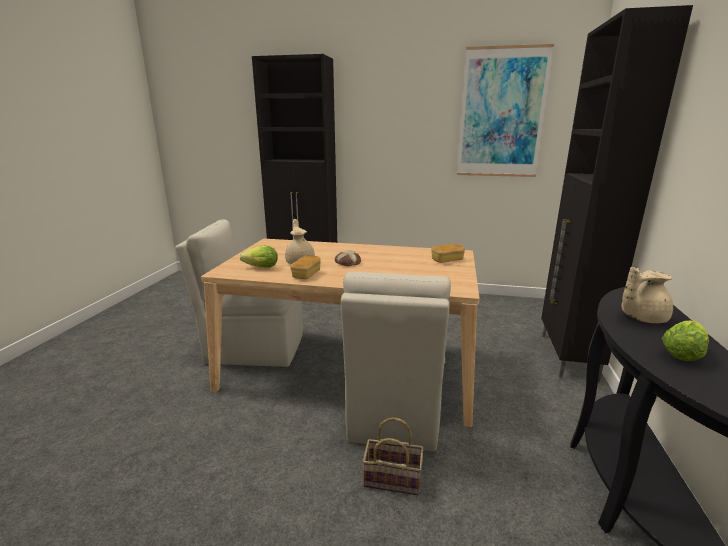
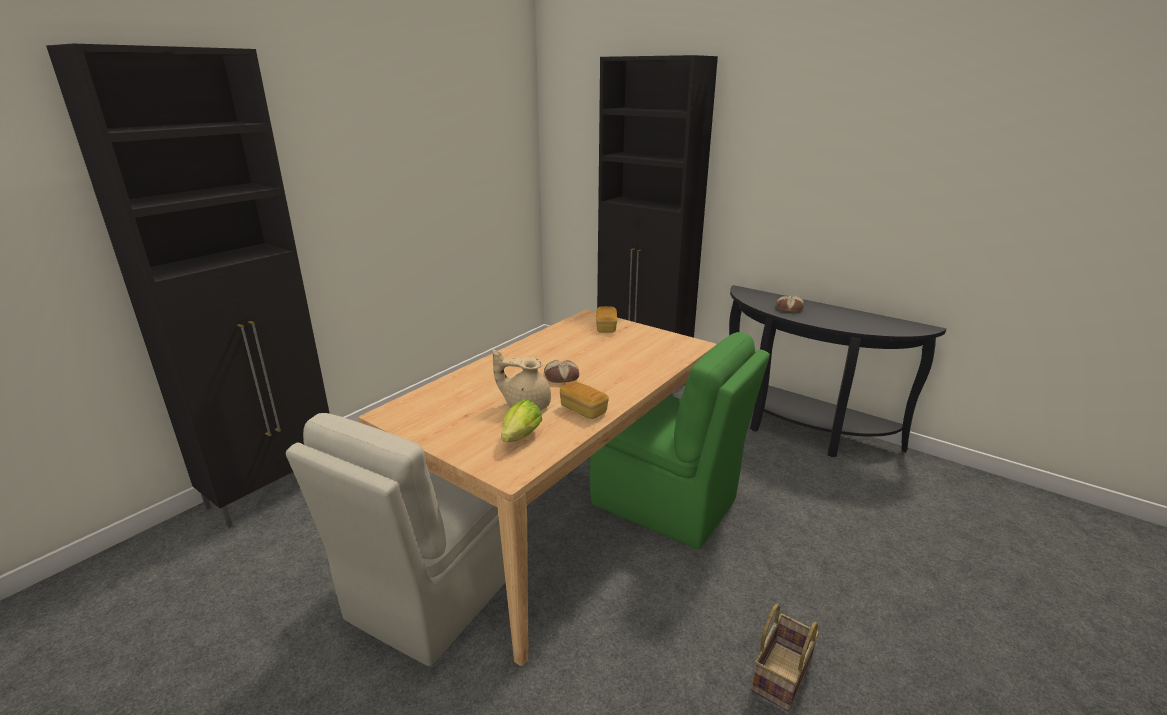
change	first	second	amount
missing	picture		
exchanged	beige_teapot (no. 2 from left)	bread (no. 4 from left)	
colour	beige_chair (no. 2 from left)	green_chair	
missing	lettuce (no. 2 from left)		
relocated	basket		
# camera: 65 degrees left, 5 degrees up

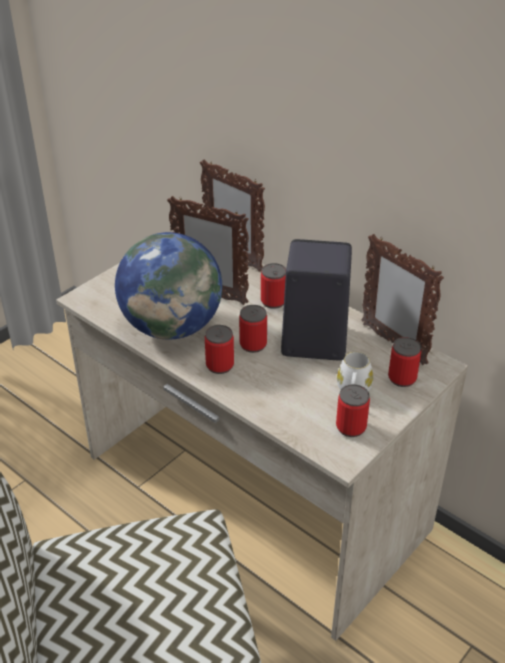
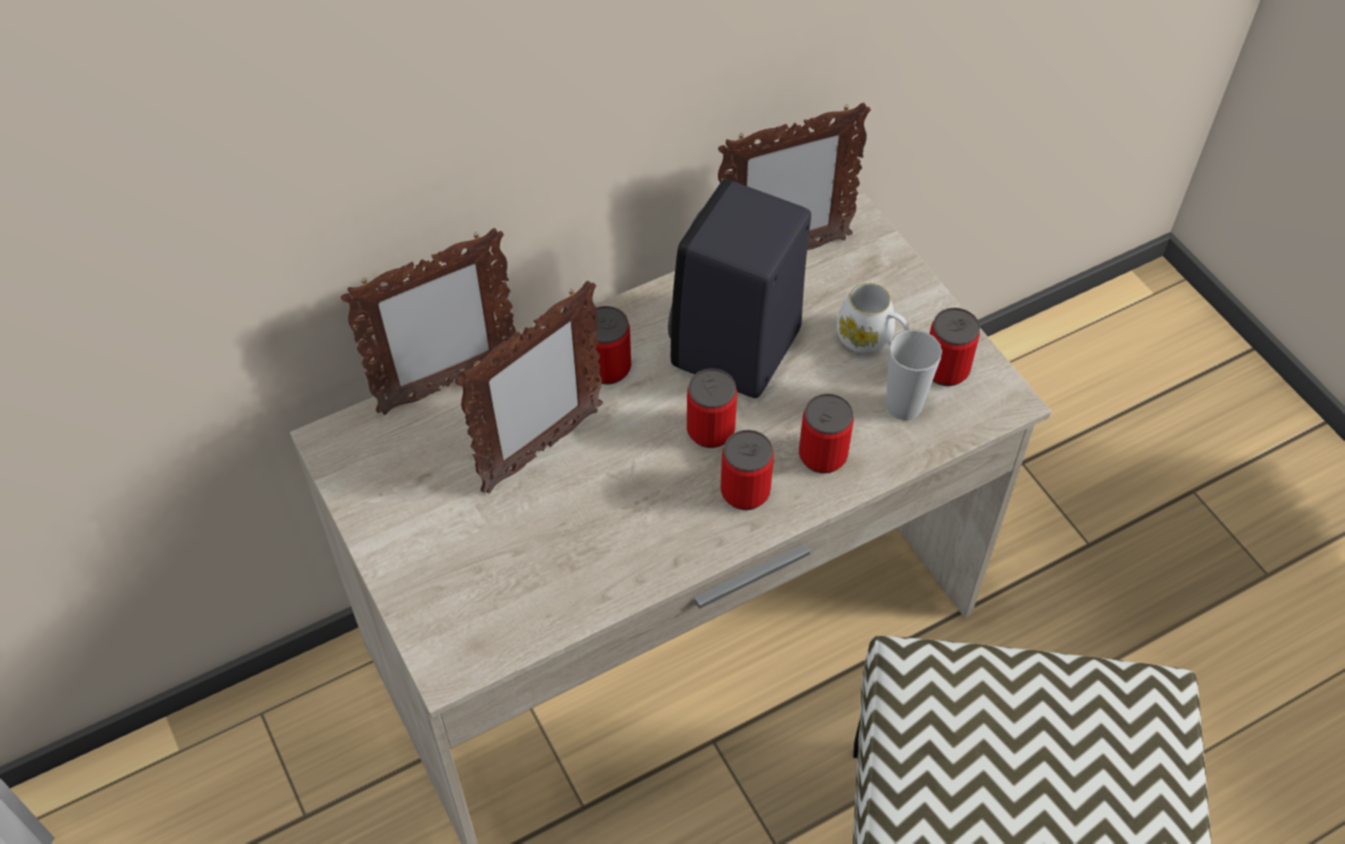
change	first	second	amount
missing	globe		
relocated	can (no. 5 from left in the first image)	can (no. 4 from left)	
appeared		cup	
# camera: 70 degrees left, 15 degrees up

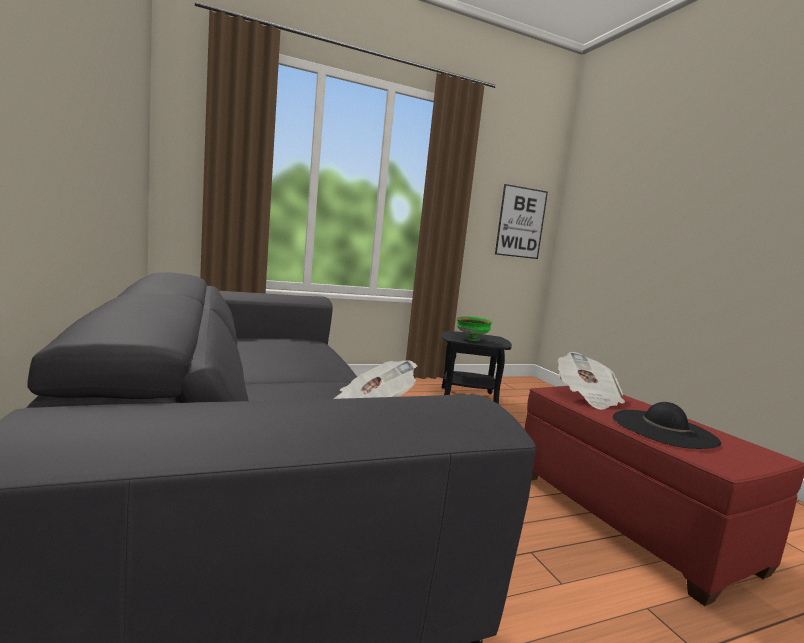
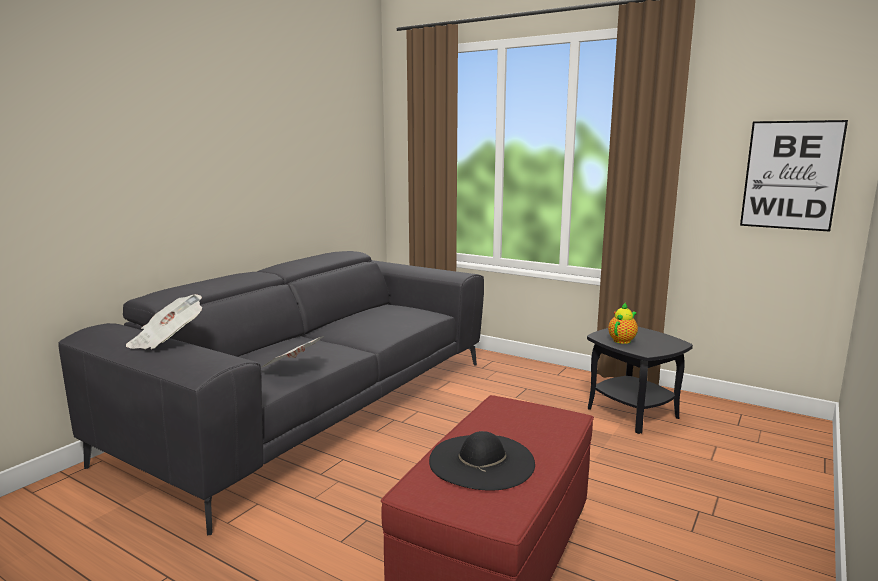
change	first	second	amount
exchanged	green_bowl	teapot	
relocated	newspaper (no. 2 from left in the first image)	newspaper (no. 1 from left)	
# camera: 55 degrees right, 5 degrees up

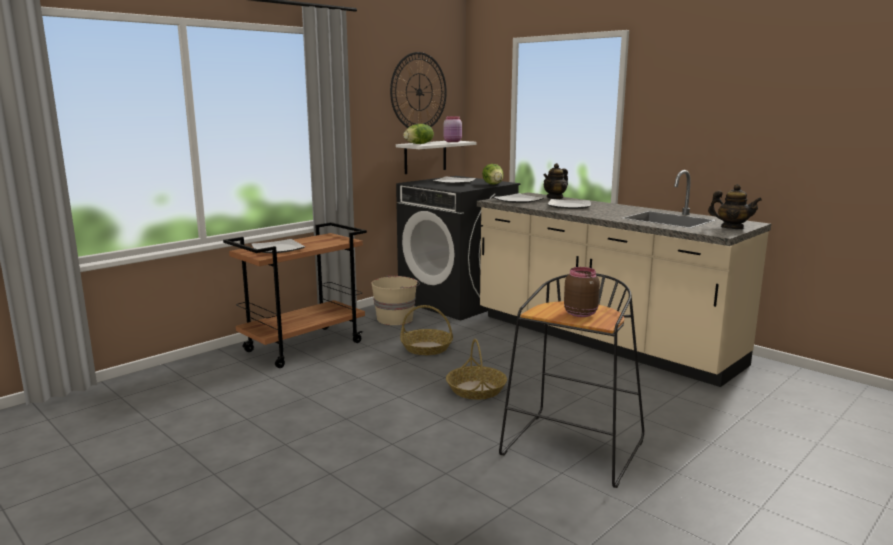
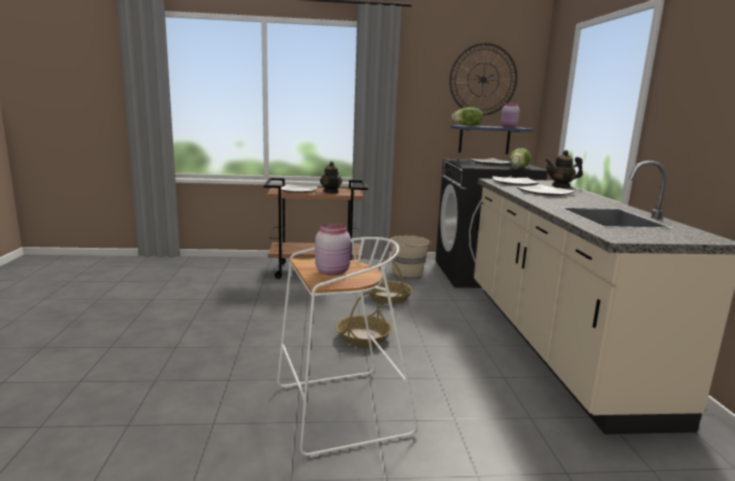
change	first	second	amount
colour	white_shelf	blue_shelf	
relocated	teapot (no. 2 from left in the first image)	teapot (no. 1 from left)	
colour	brown_jar	pink_jar (no. 1 from left)	
colour	black_stool	white_stool	
# camera: 40 degrees right, 0 degrees up

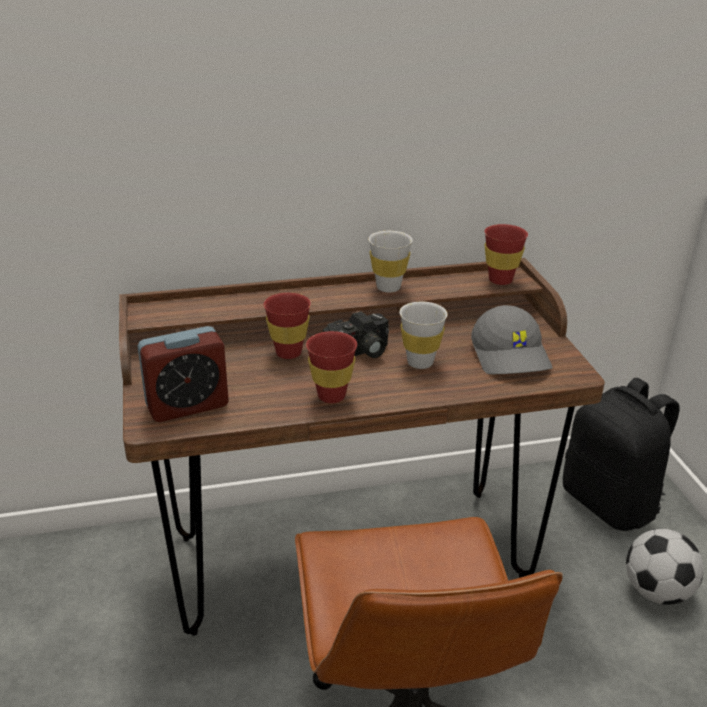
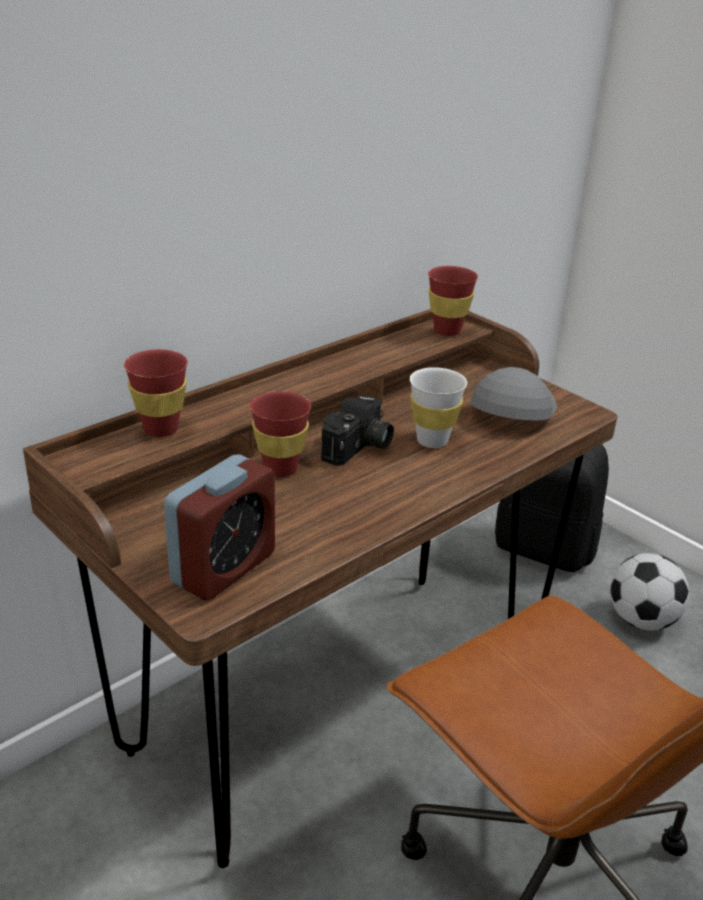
change	first	second	amount
missing	white_cup (no. 1 from left)		
spun	grey_cap		120 degrees counterclockwise
relocated	red_cup (no. 2 from left in the first image)	red_cup (no. 1 from left)	
# camera: 30 degrees left, 0 degrees up

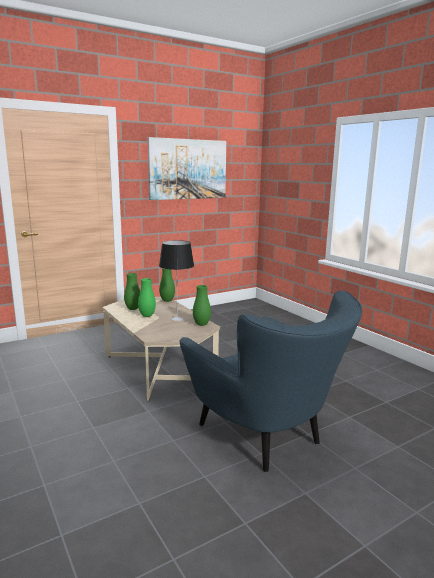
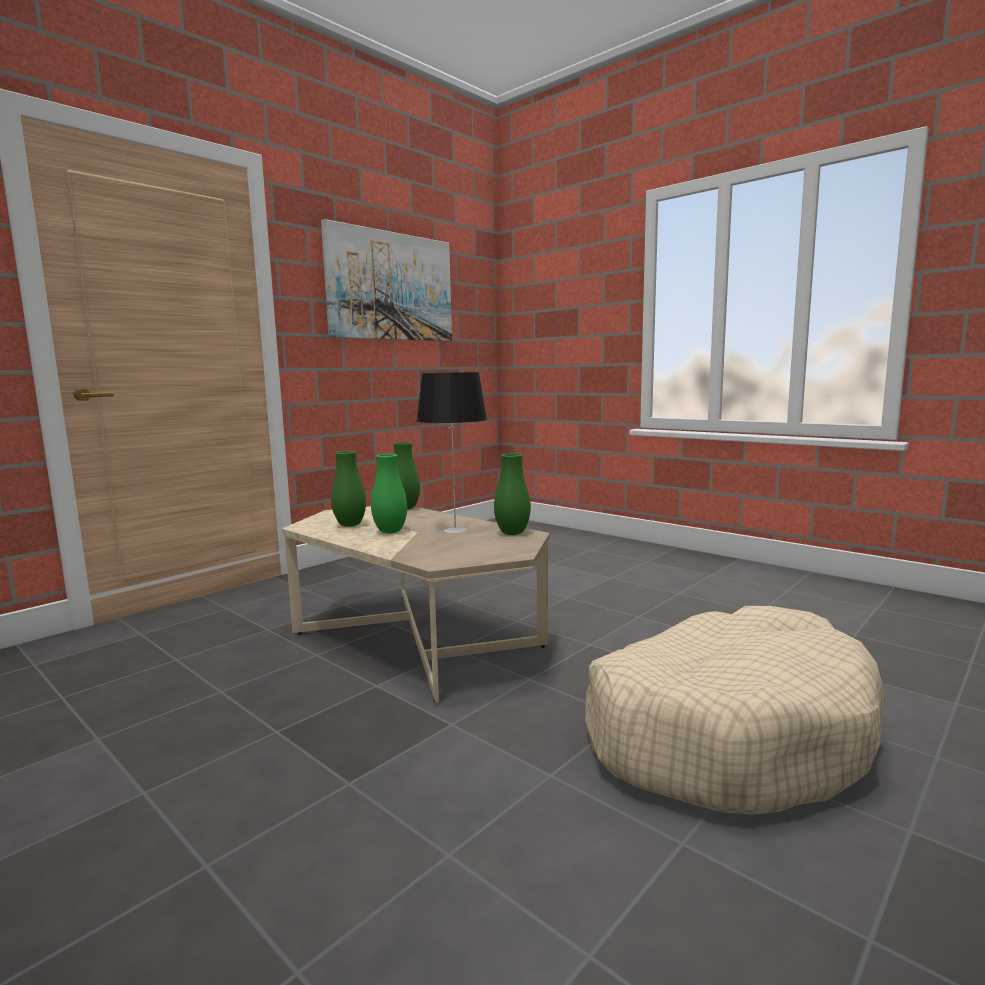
change	first	second	amount
exchanged	blue_armchair	beige_dog_bed	
# camera: 15 degrees left, 5 degrees down

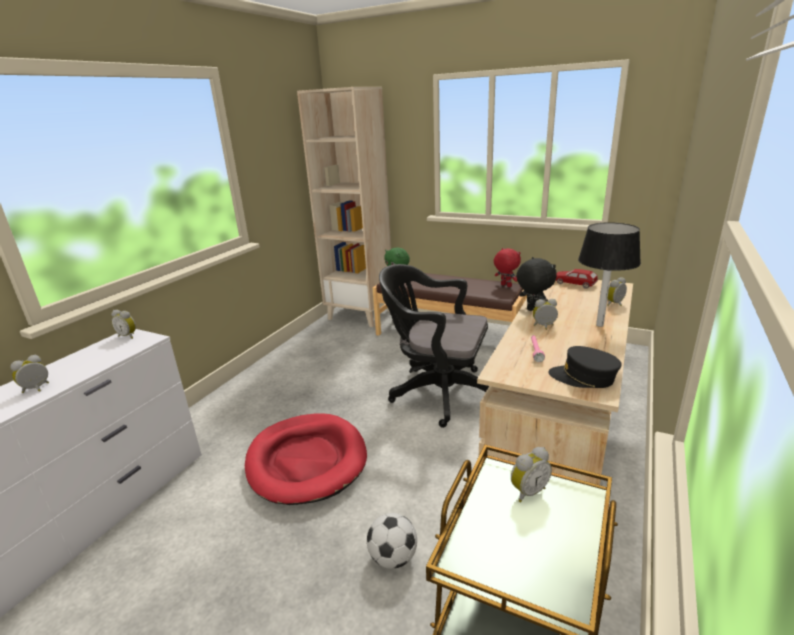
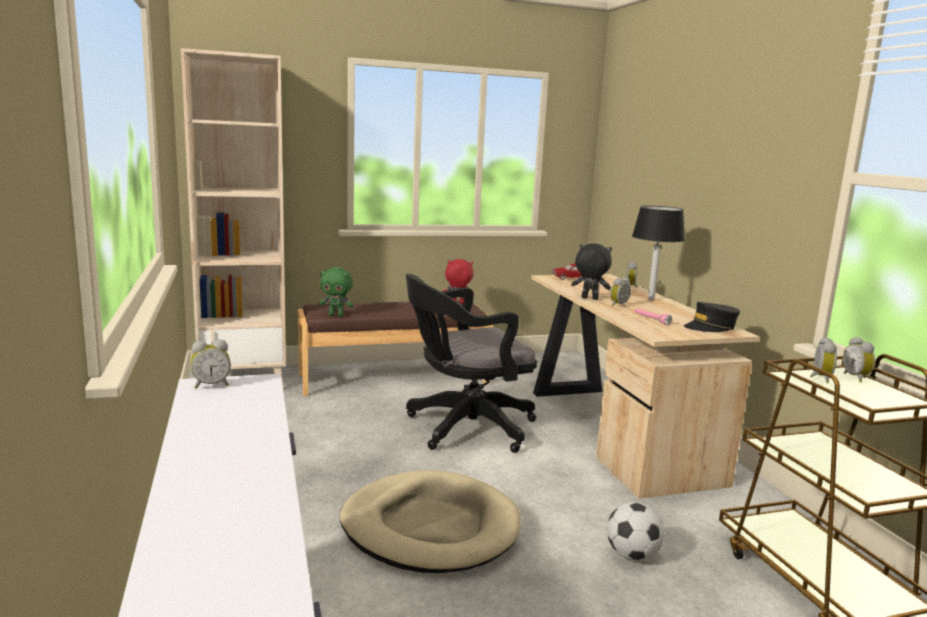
change	first	second	amount
relocated	alarm_clock (no. 1 from left in the first image)	alarm_clock (no. 5 from left)	
colour	red_dog_bed	beige_dog_bed	
# camera: 45 degrees left, 10 degrees down

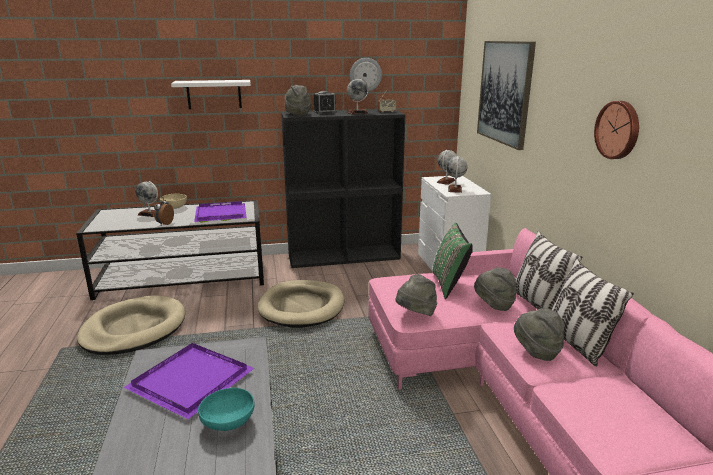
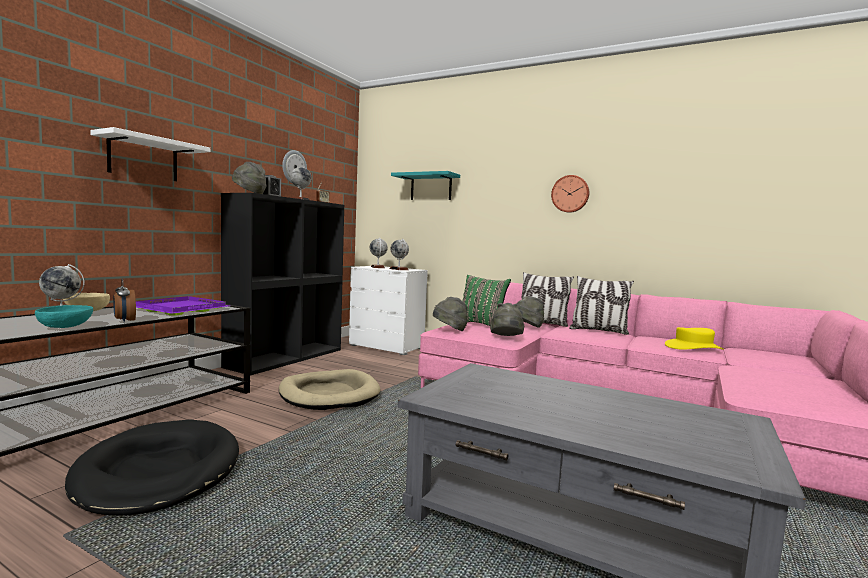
change	first	second	amount
exchanged	picture	turquoise_shelf	
colour	beige_dog_bed (no. 1 from left)	black_dog_bed	
relocated	grey_hat (no. 4 from left in the first image)	grey_hat (no. 2 from left)	
missing	purple_tray (no. 1 from left)		
relocated	turquoise_bowl		
appeared		yellow_hat	
# camera: 50 degrees left, 15 degrees down

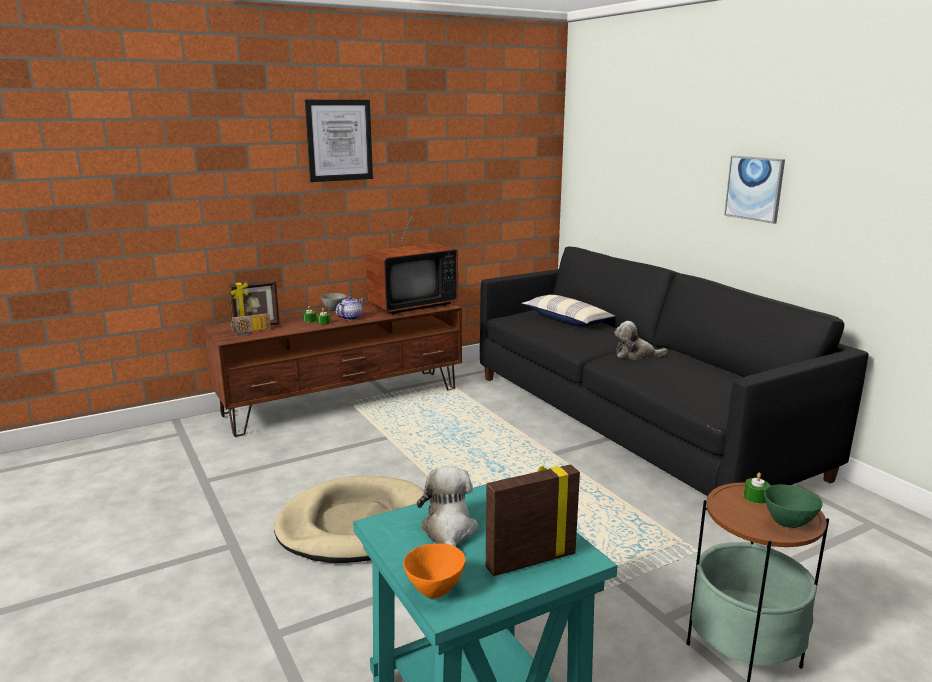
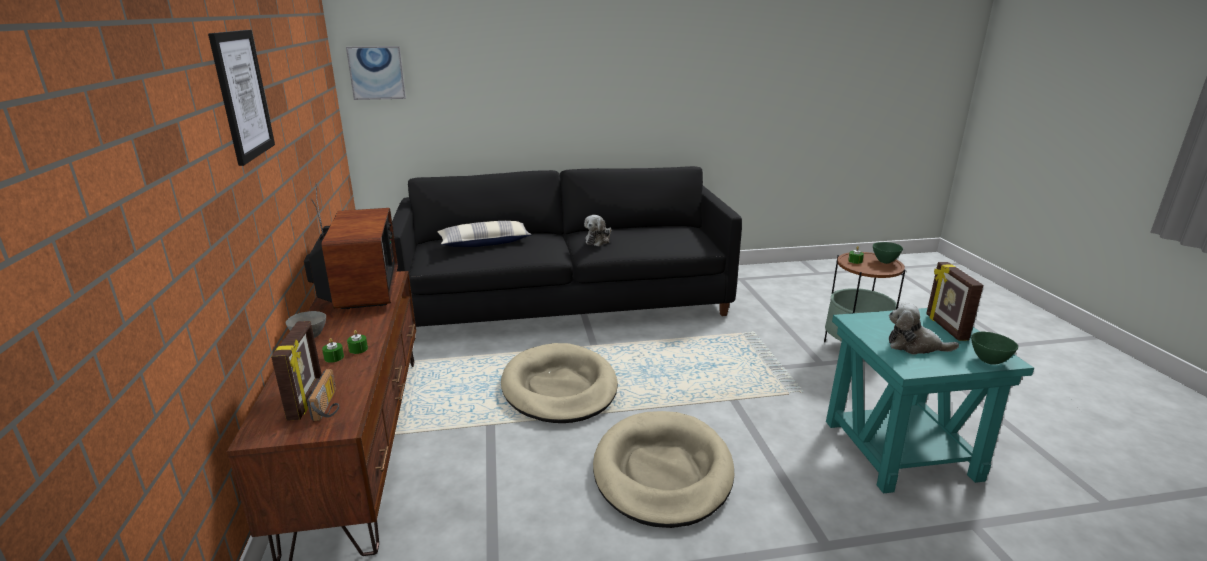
change	first	second	amount
relocated	picture (no. 2 from left)		
missing	teapot		
colour	orange_bowl	green_bowl (no. 2 from left)	
appeared		beige_dog_bed (no. 1 from left)	
# camera: 70 degrees left, 5 degrees up

